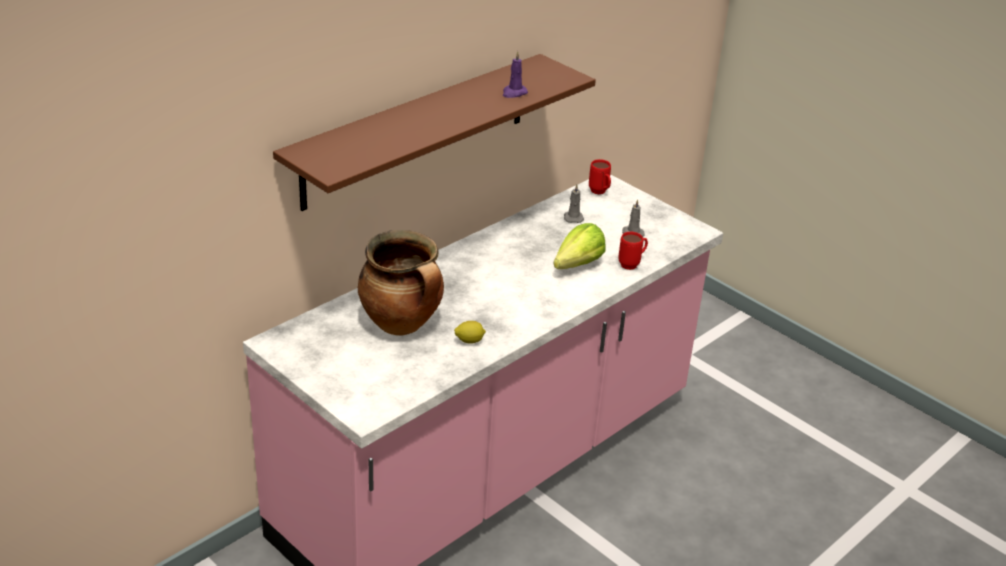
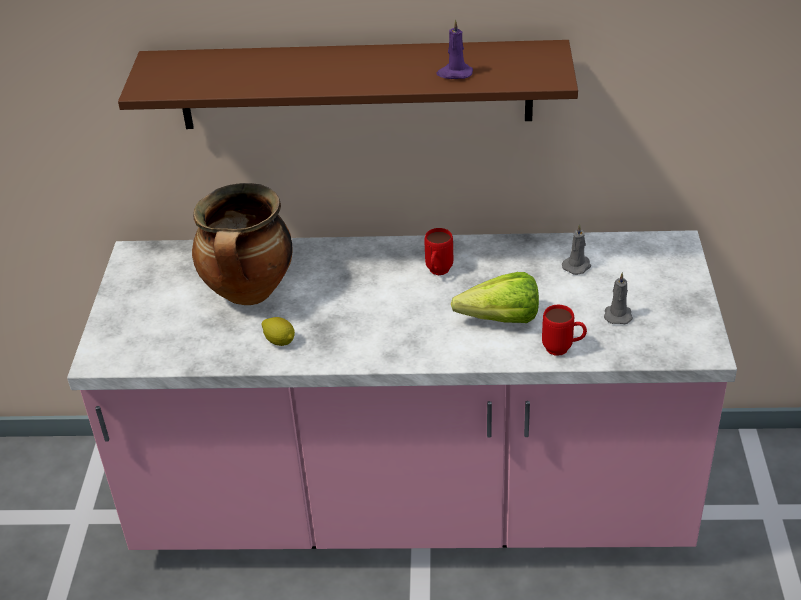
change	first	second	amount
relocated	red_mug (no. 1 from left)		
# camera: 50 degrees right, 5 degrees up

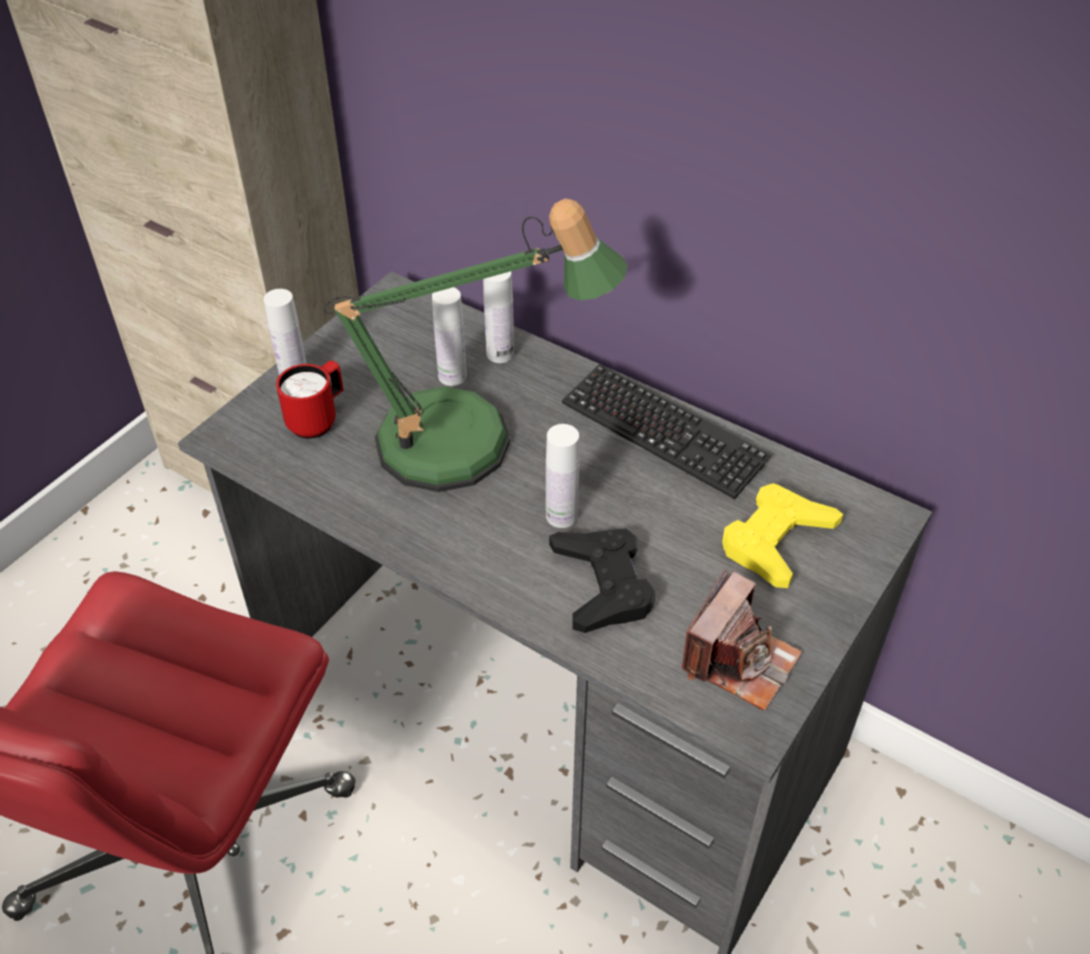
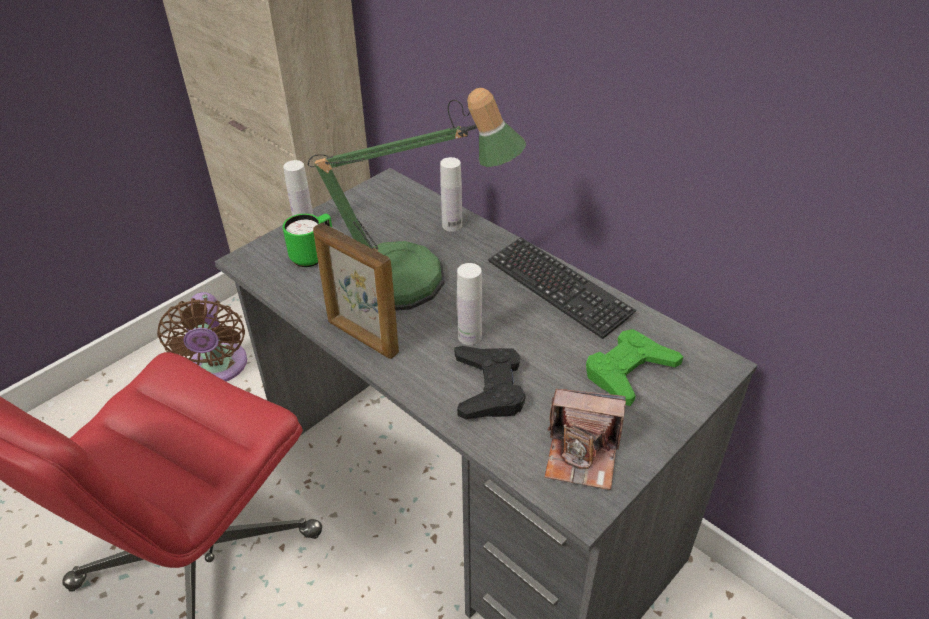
change	first	second	amount
missing	white_bottle (no. 2 from left)		
colour	red_mug	green_mug	
colour	yellow_game_controller	green_game_controller	
spun	photo_camera		60 degrees clockwise
appeared		picture_frame	
appeared		brown_fan	
# camera: 10 degrees right, 5 degrees down

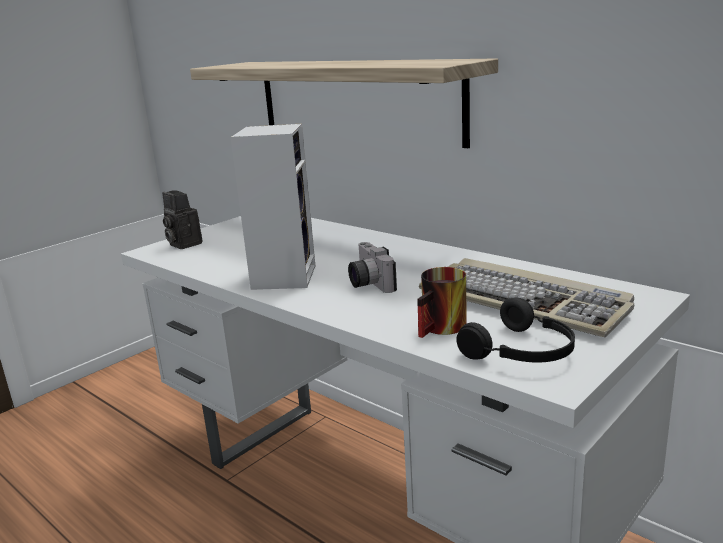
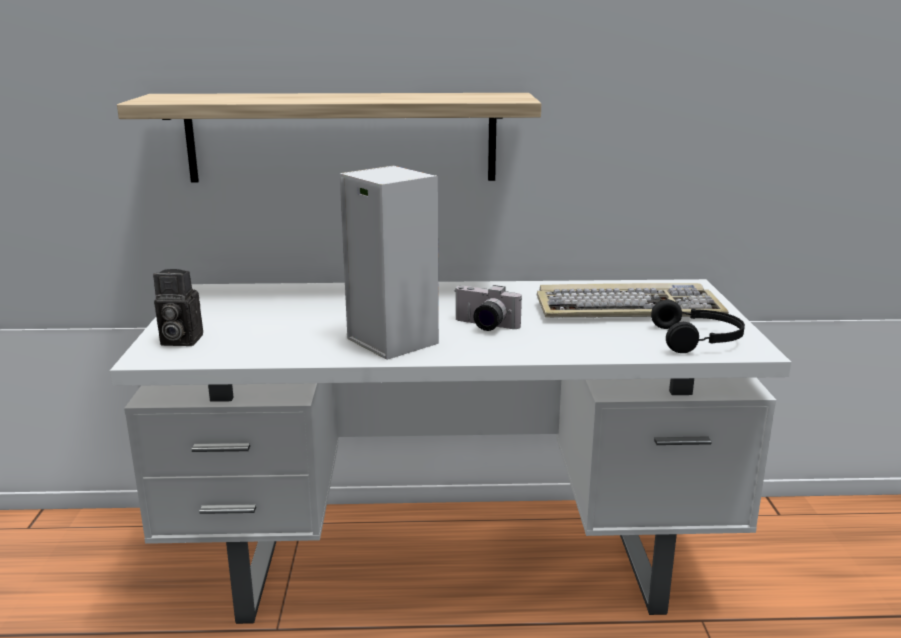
change	first	second	amount
missing	mug		
# camera: 45 degrees left, 0 degrees up

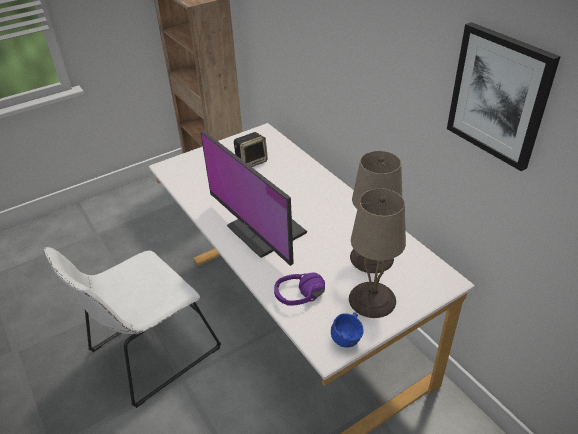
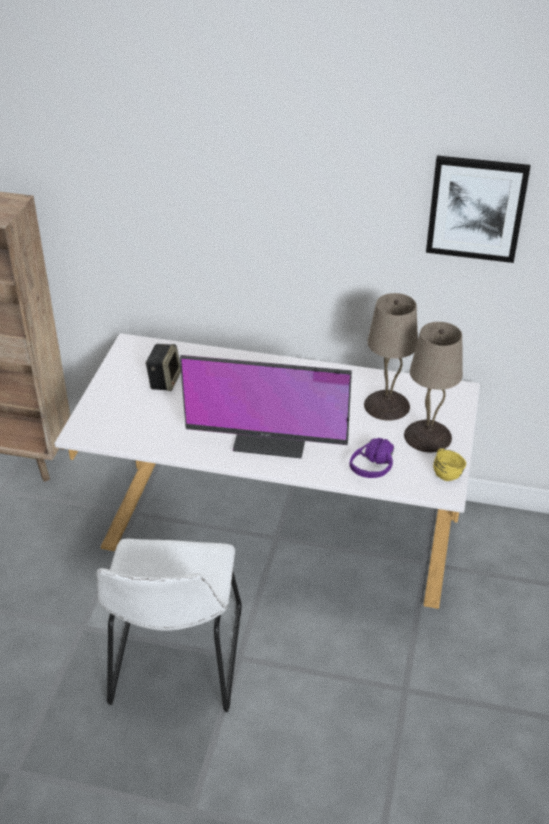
change	first	second	amount
colour	blue_mug	yellow_mug	
# camera: 45 degrees left, 0 degrees up

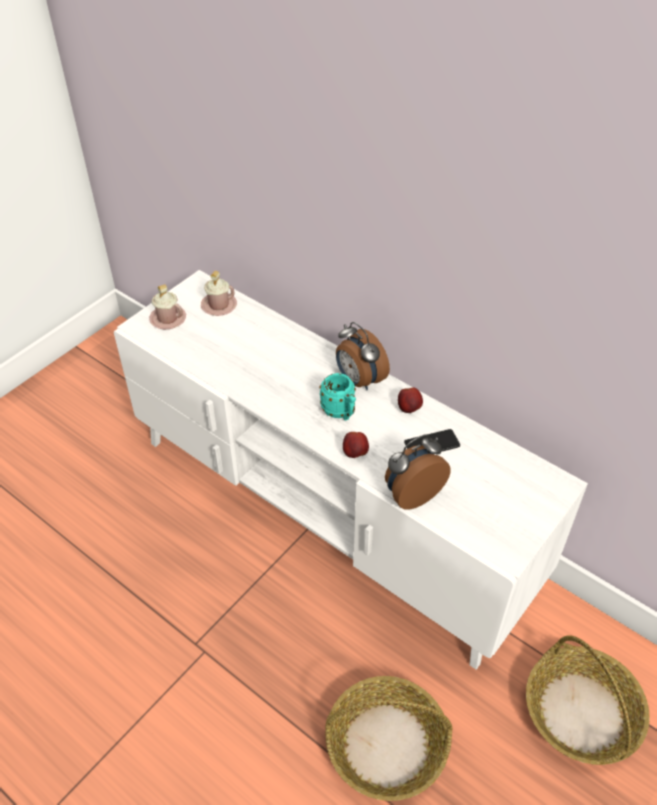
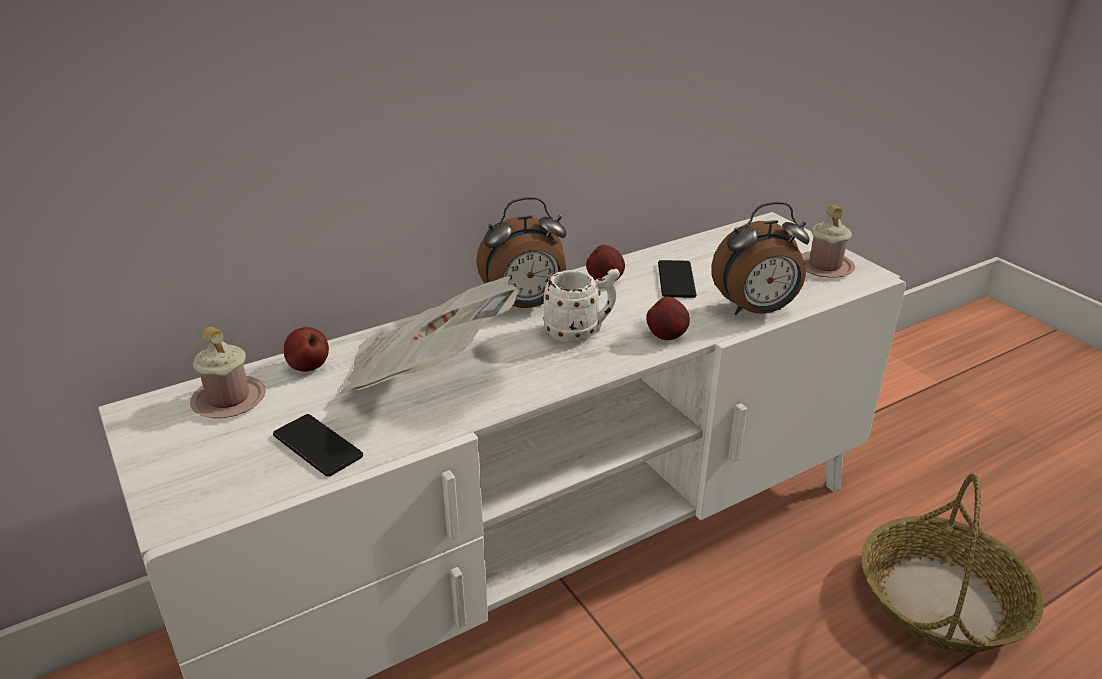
change	first	second	amount
relocated	pink_mug (no. 1 from left in the first image)	pink_mug (no. 2 from left)	
colour	turquoise_mug	white_mug	
spun	alarm_clock (no. 2 from left)		90 degrees counterclockwise
missing	basket (no. 2 from left)		
appeared		newspaper	
appeared		apple (no. 1 from left)	
appeared		phone (no. 1 from left)	
# camera: 70 degrees left, 15 degrees down

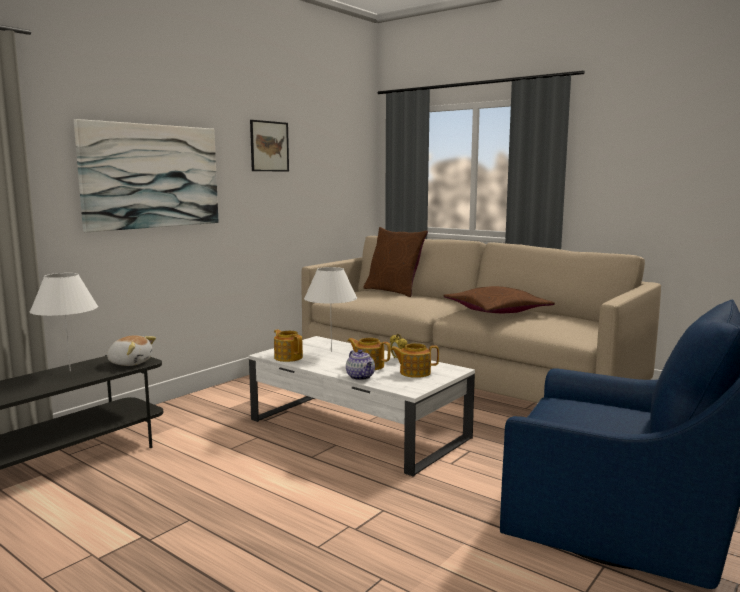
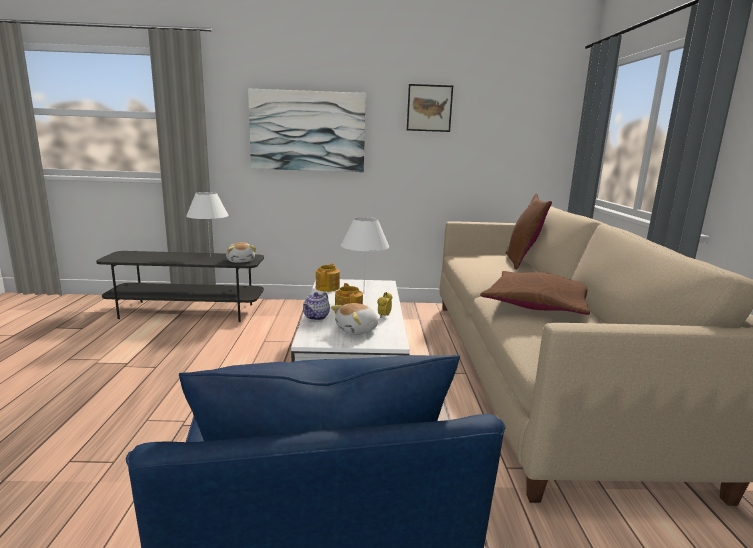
change	first	second	amount
exchanged	teapot (no. 4 from left)	plush_toy (no. 2 from left)	
# camera: 50 degrees right, 5 degrees up

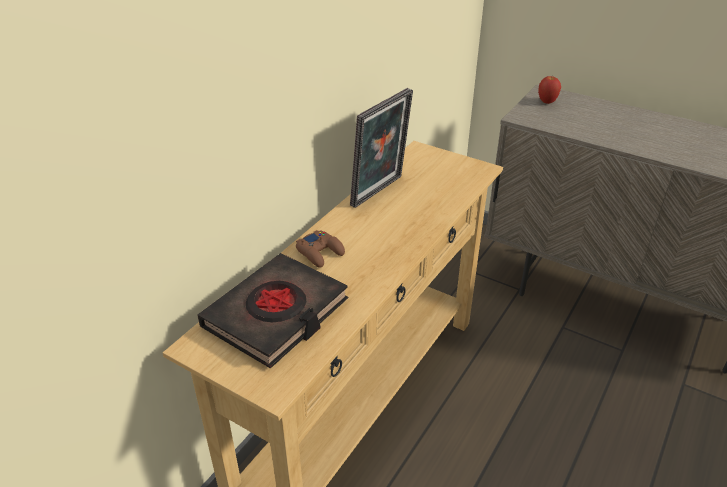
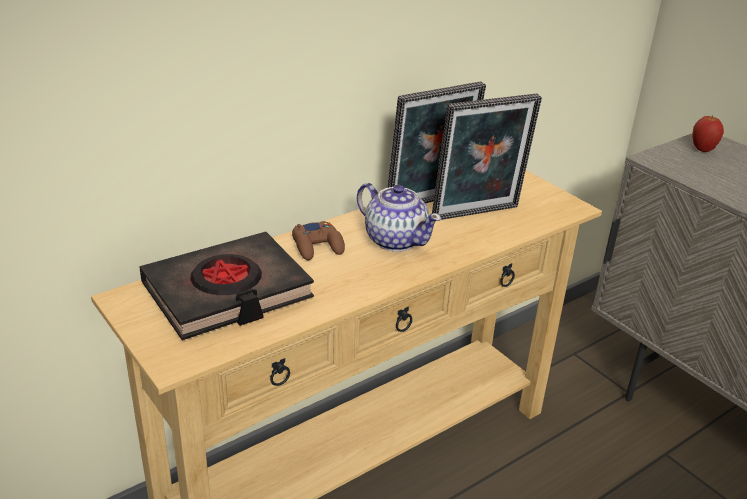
change	first	second	amount
appeared		picture_frame (no. 2 from left)	
appeared		teapot	
# camera: 20 degrees right, 5 degrees down

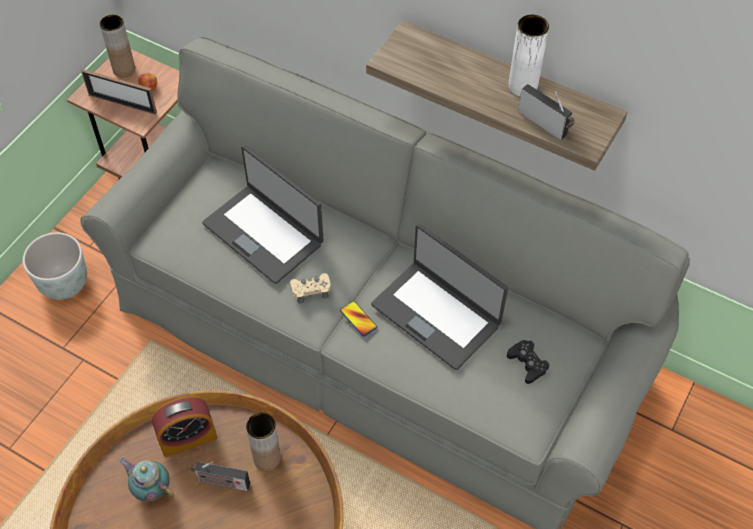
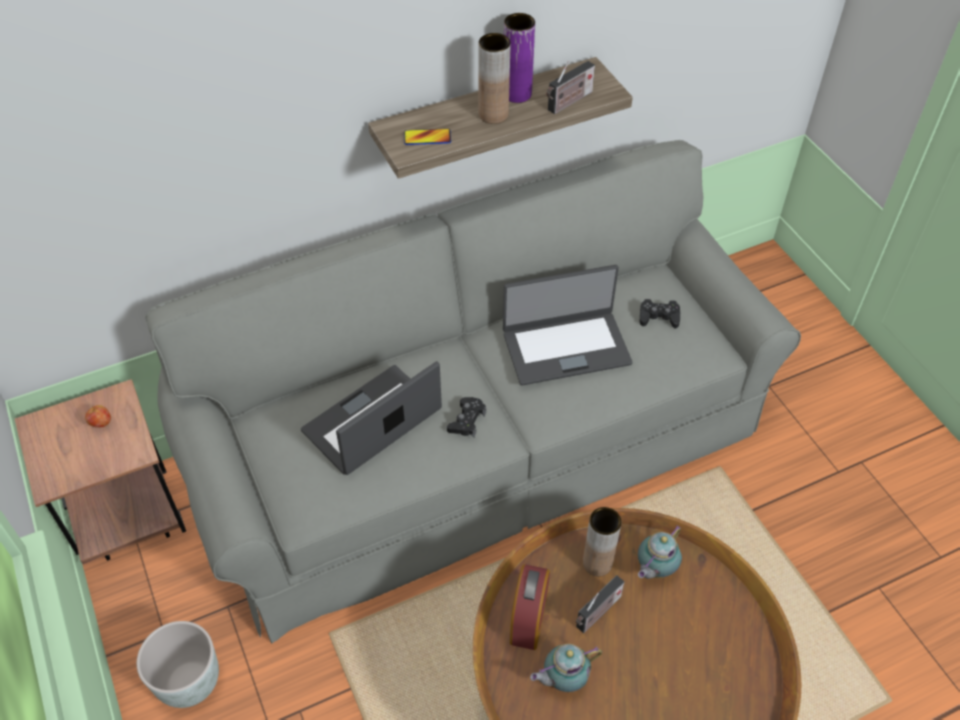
change	first	second	amount
relocated	brown_vase (no. 1 from left)		
colour	white_vase	purple_vase	
missing	picture_frame		
spun	radio (no. 2 from left in the first image)	radio (no. 1 from left)	150 degrees clockwise
spun	laptop (no. 1 from left)		150 degrees clockwise
colour	beige_game_controller	black_game_controller (no. 1 from left)	
relocated	phone		
appeared		teapot (no. 2 from left)	
# camera: 55 degrees left, 5 degrees down

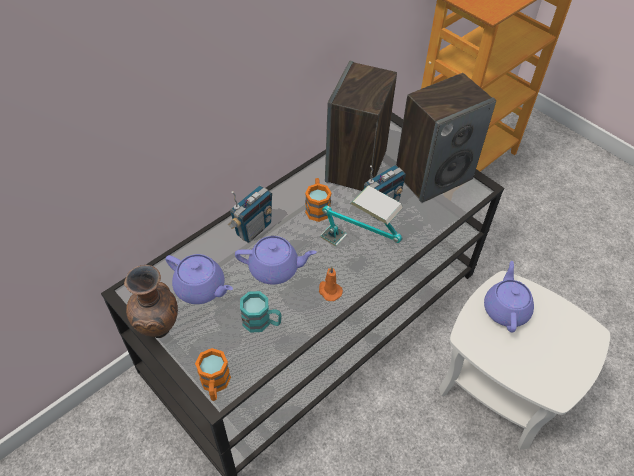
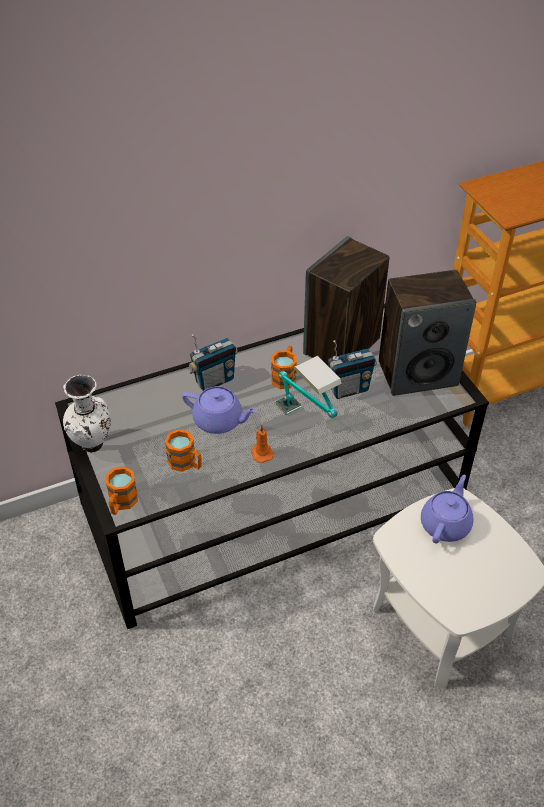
change	first	second	amount
missing	purple_teapot (no. 1 from left)		
colour	brown_vase	white_vase	
colour	turquoise_mug	orange_mug (no. 2 from left)	
# camera: 20 degrees right, 5 degrees down

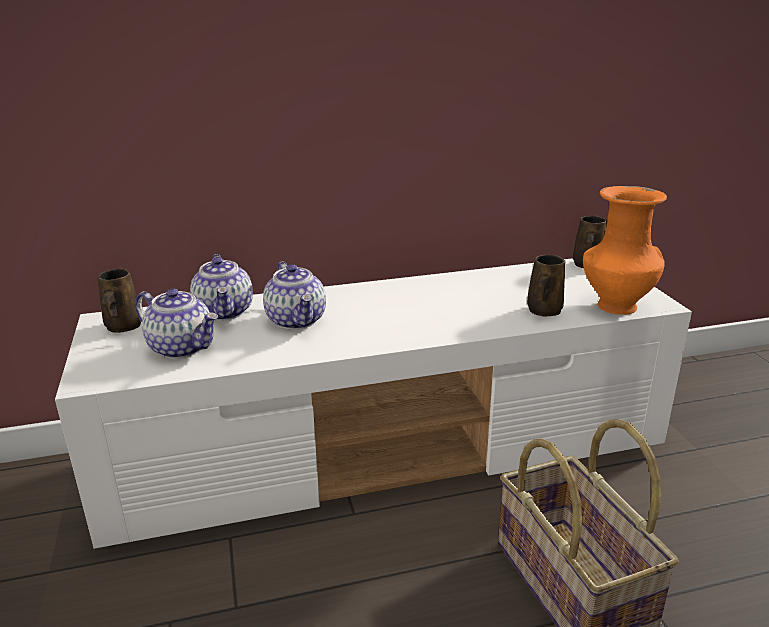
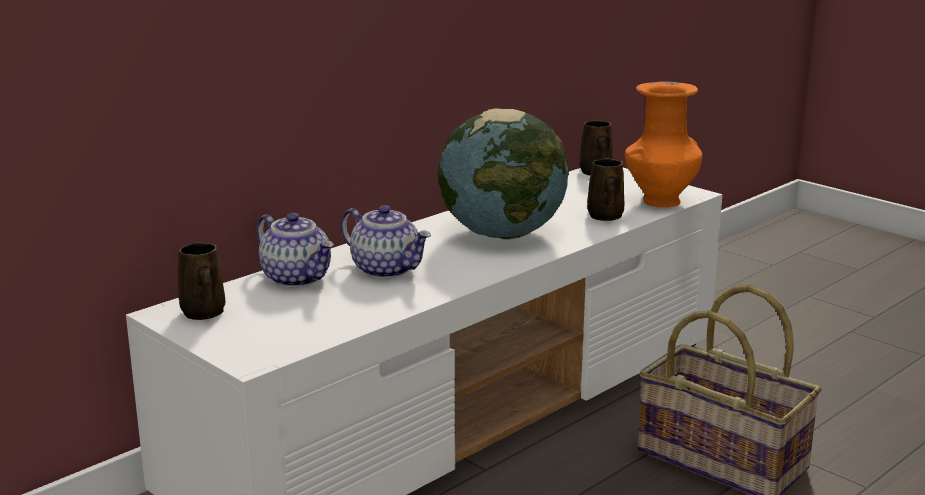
change	first	second	amount
missing	teapot (no. 1 from left)		
appeared		globe	
# camera: 30 degrees left, 5 degrees down

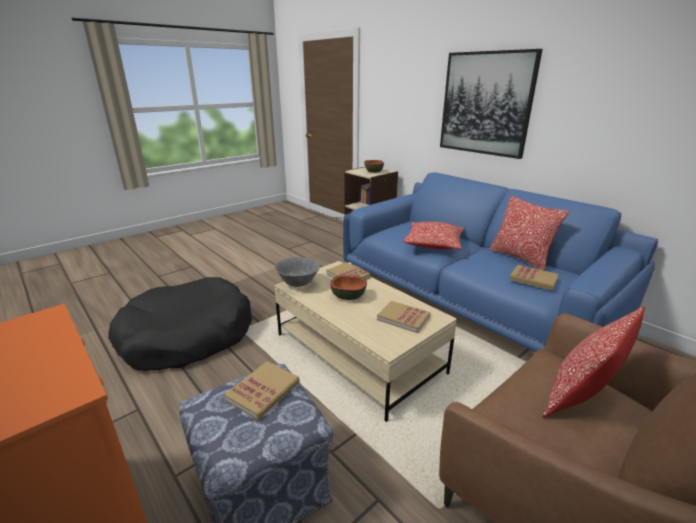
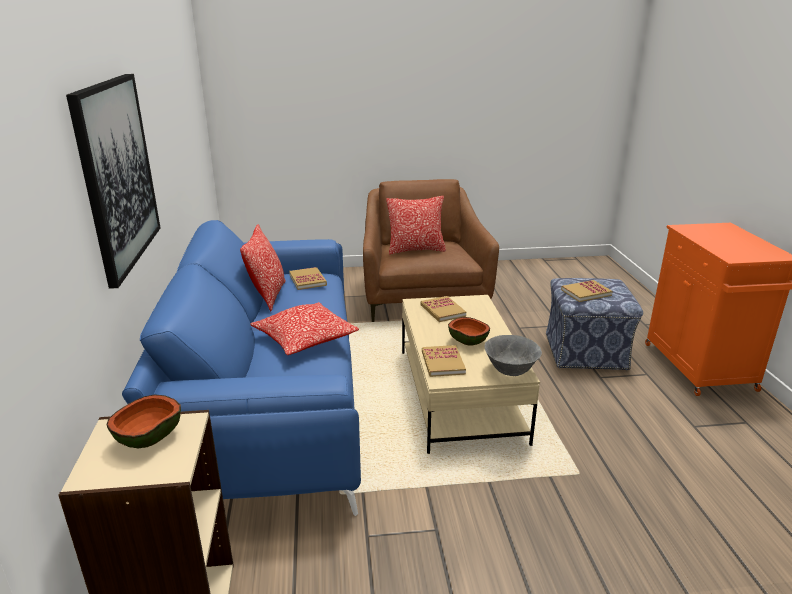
change	first	second	amount
missing	black_dog_bed		
# camera: 145 degrees left, 0 degrees up

